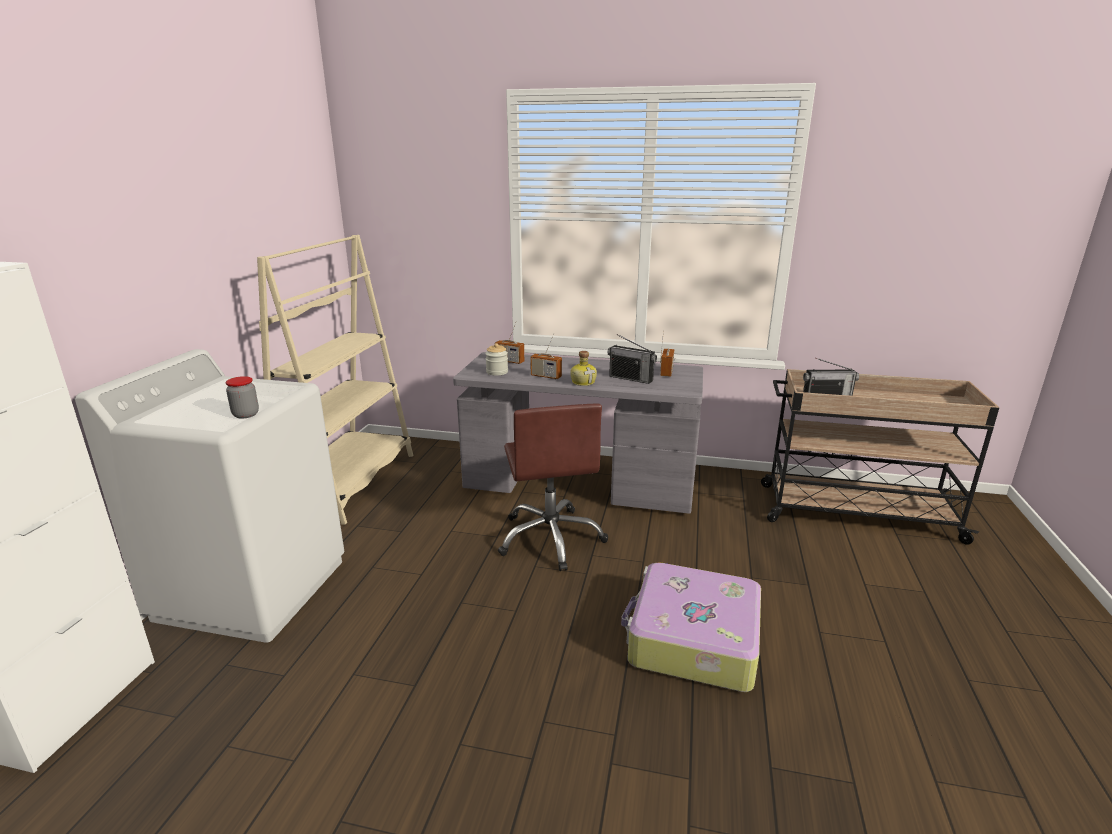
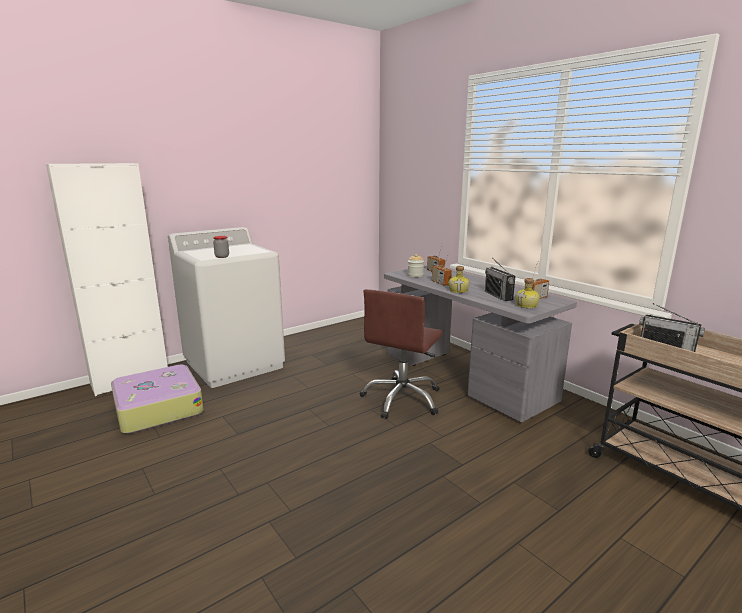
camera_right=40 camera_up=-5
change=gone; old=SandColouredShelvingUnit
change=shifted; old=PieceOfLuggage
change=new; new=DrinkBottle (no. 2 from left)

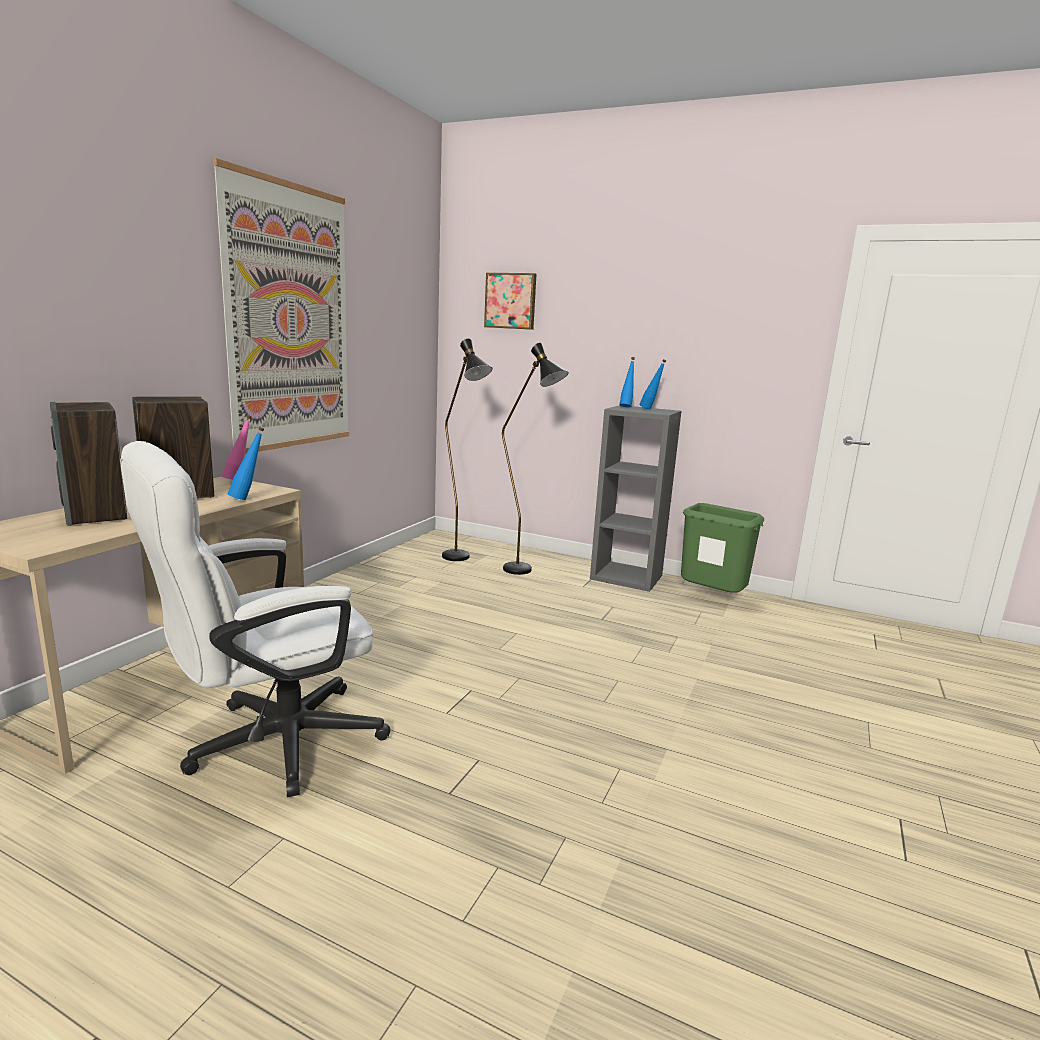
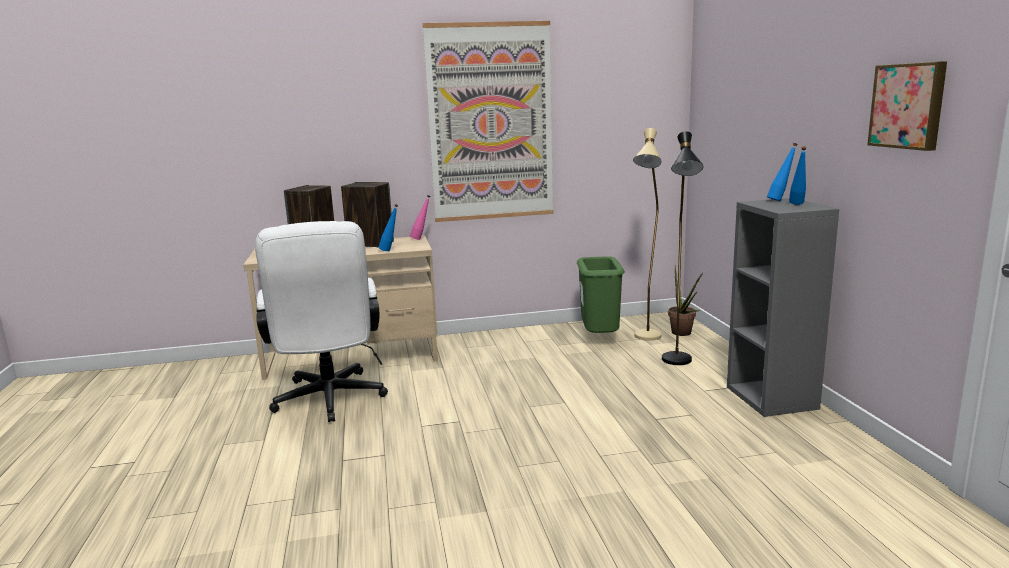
camera_right=55 camera_up=0
change=rotated; old=WhiteColouredDeskChair; degrees=-120
change=repainted; old=BlackishFloorLamp (no. 1 from left); new=SandColouredFloorLamp
change=shifted; old=WallPicture (no. 2 from left)
change=shifted; old=GreenRubbishBin
change=new; new=PottedPlant

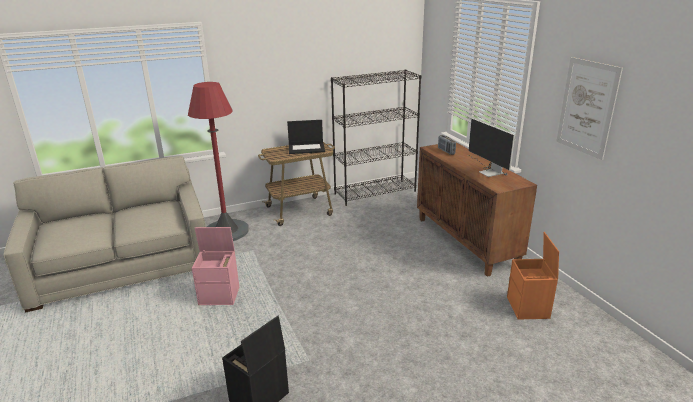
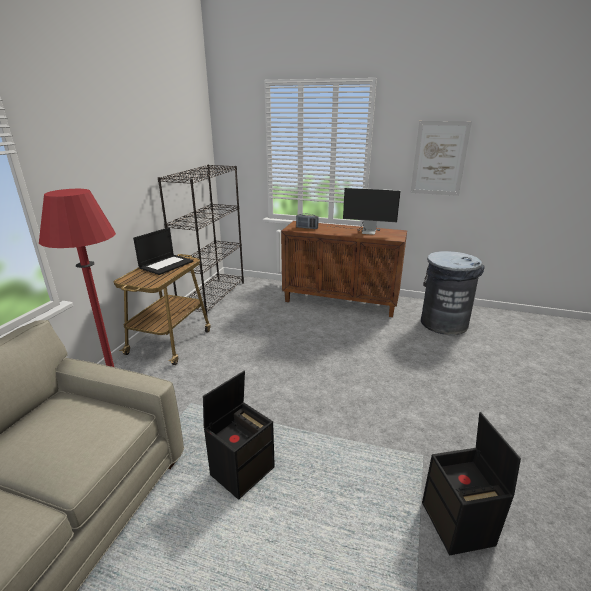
camera_right=-50 camera_up=0
change=repainted; old=PinkStorageBin; new=BlackishStorageBin (no. 1 from left)
change=swapped; old=OrangeyStorageBin; new=GreyRubbishBin

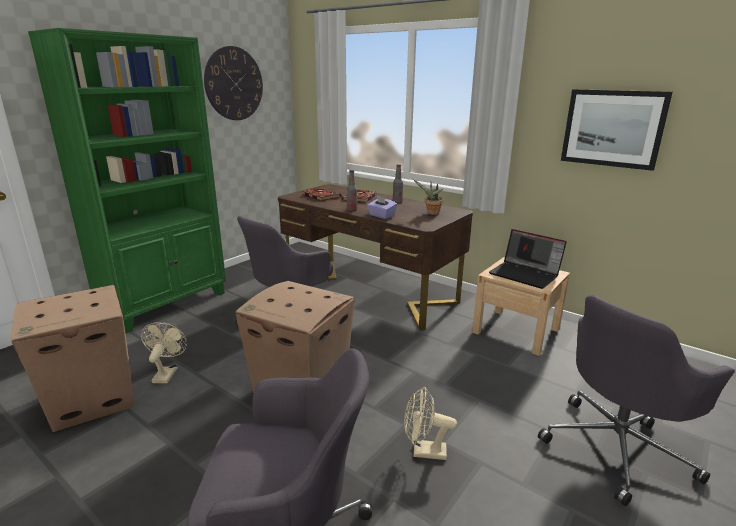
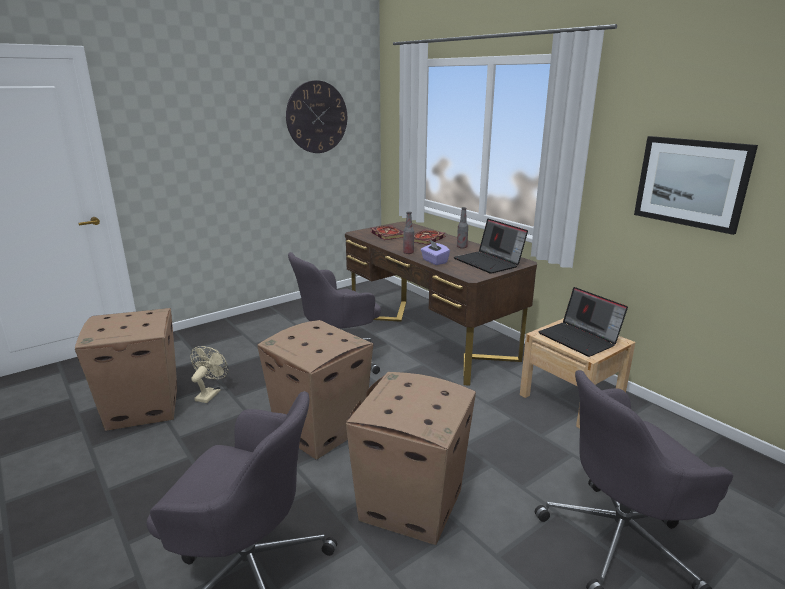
camera_right=15 camera_up=0
change=gone; old=GreenShelvingUnit
change=swapped; old=SandColouredFan (no. 2 from left); new=CardboardBox (no. 3 from left)
change=swapped; old=PottedPlant; new=NotebookComputer (no. 1 from left)

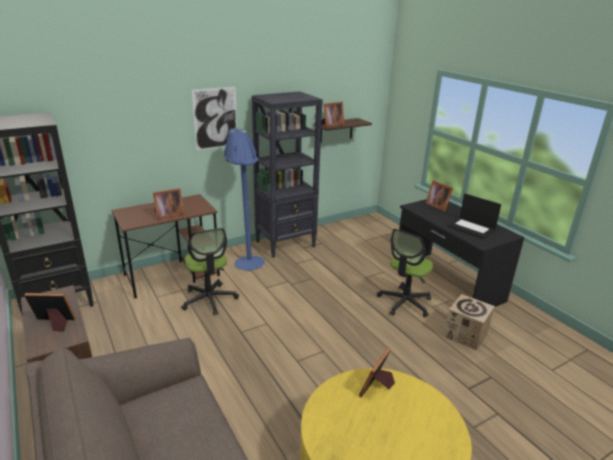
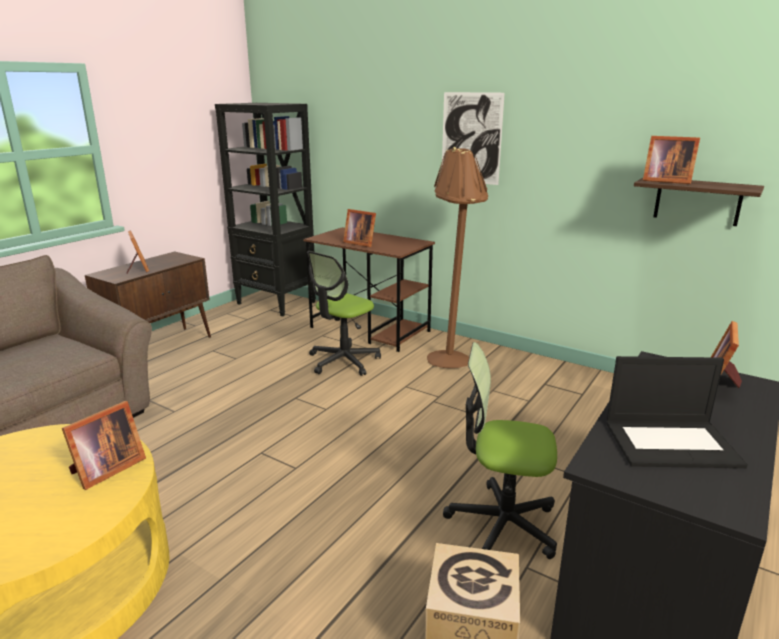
camera_right=65 camera_up=-5
change=repainted; old=BluishFloorLamp; new=BrownishFloorLamp
change=gone; old=BlackishShelvingUnit (no. 2 from left)
change=rotated; old=StandingFrame (no. 4 from left in the first image); degrees=120
change=rotated; old=NotebookComputer; degrees=-105

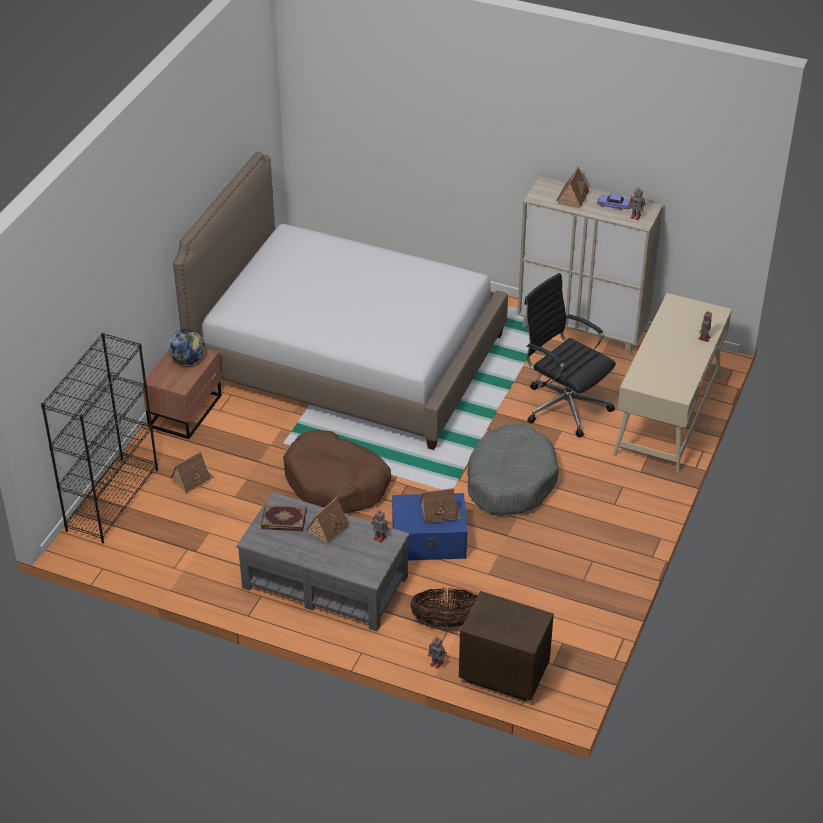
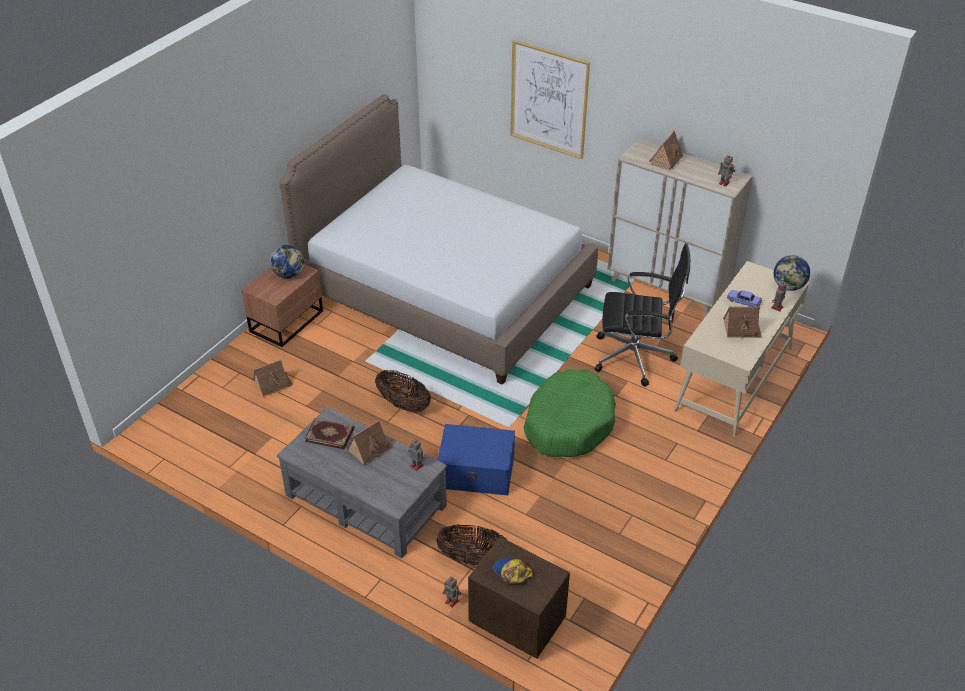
camera_right=10 camera_up=0
change=gone; old=BlackishShelvingUnit
change=swapped; old=BrownishDogCushion; new=StorageBasket (no. 1 from left)
change=shifted; old=ModelHouse (no. 3 from left in the first image); new=ModelHouse (no. 4 from left)
change=repainted; old=GreyDogCushion; new=GreenDogCushion
change=rotated; old=BlackishDeskChair; degrees=135
change=shifted; old=ToyCar
change=new; new=PeakedCap
change=new; new=WallPicture
change=new; new=DeskGlobe (no. 2 from left)

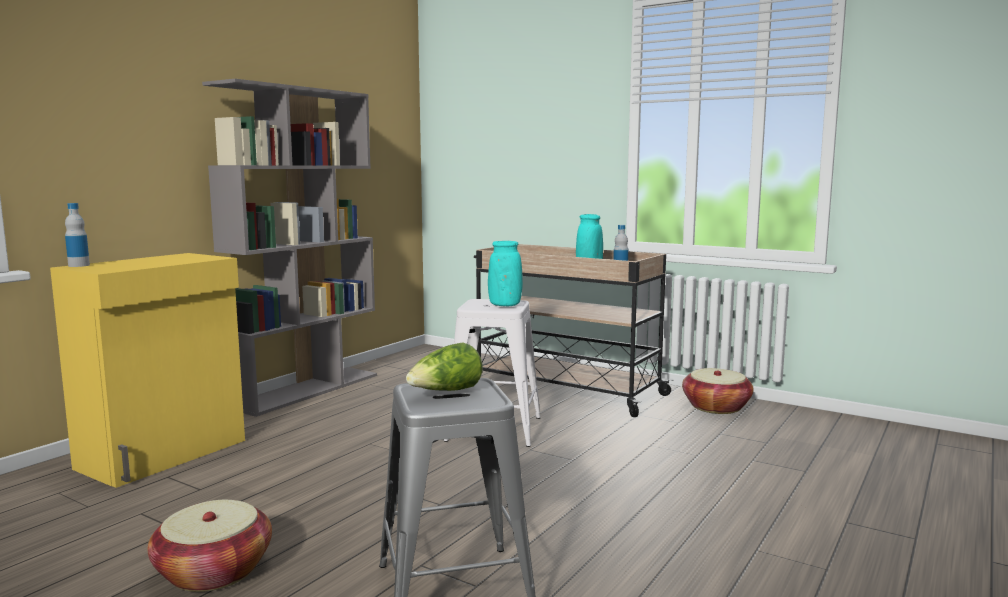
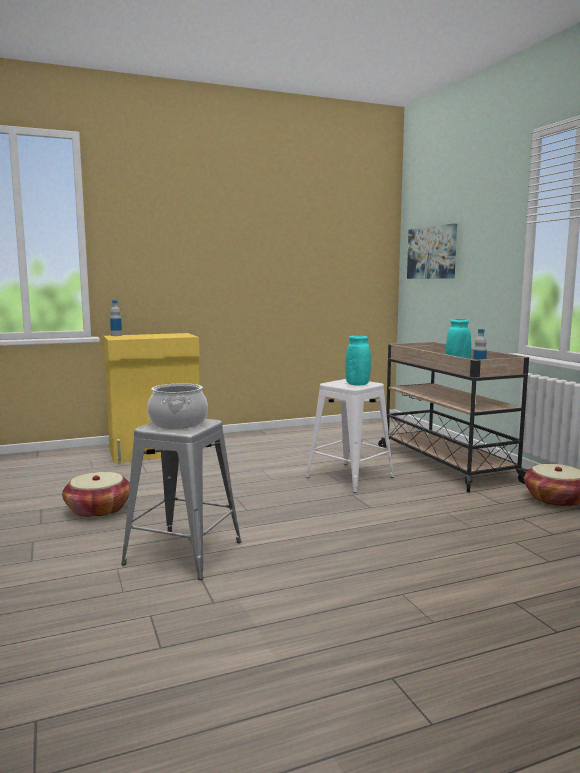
camera_right=35 camera_up=0
change=gone; old=GreyShelvingUnit
change=swapped; old=HeadOfLettuce; new=Saucepot
change=new; new=WallPicture

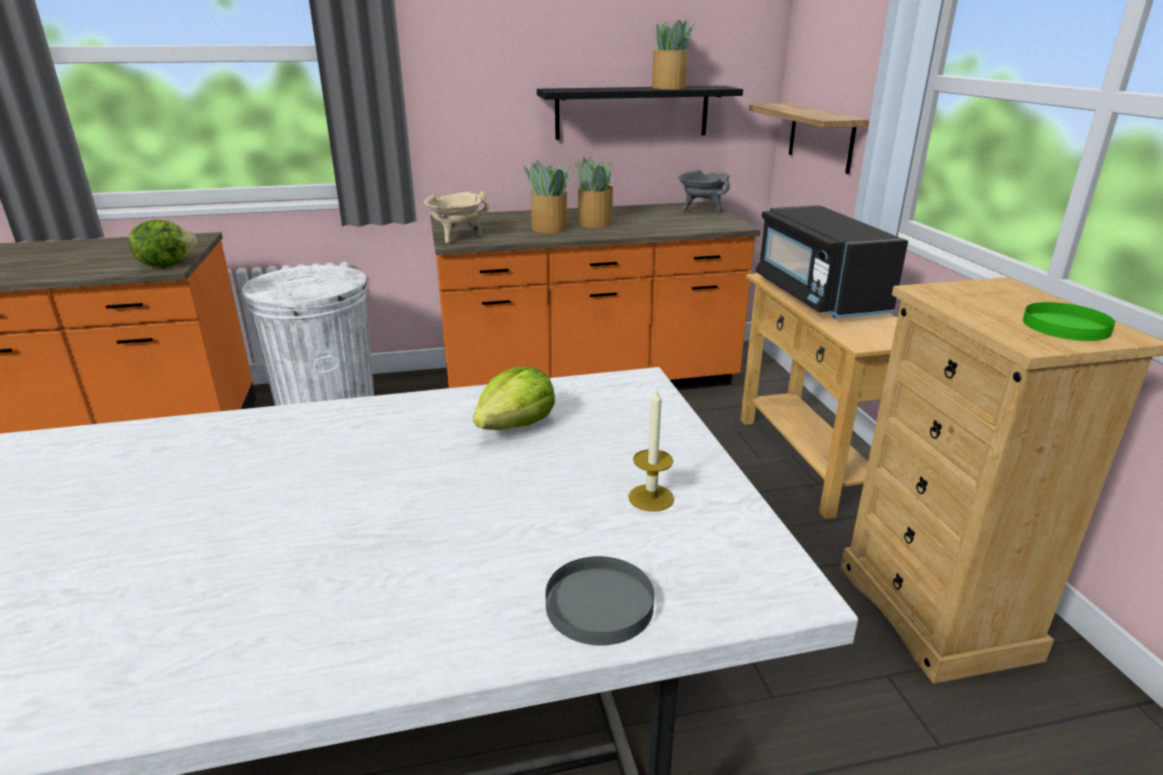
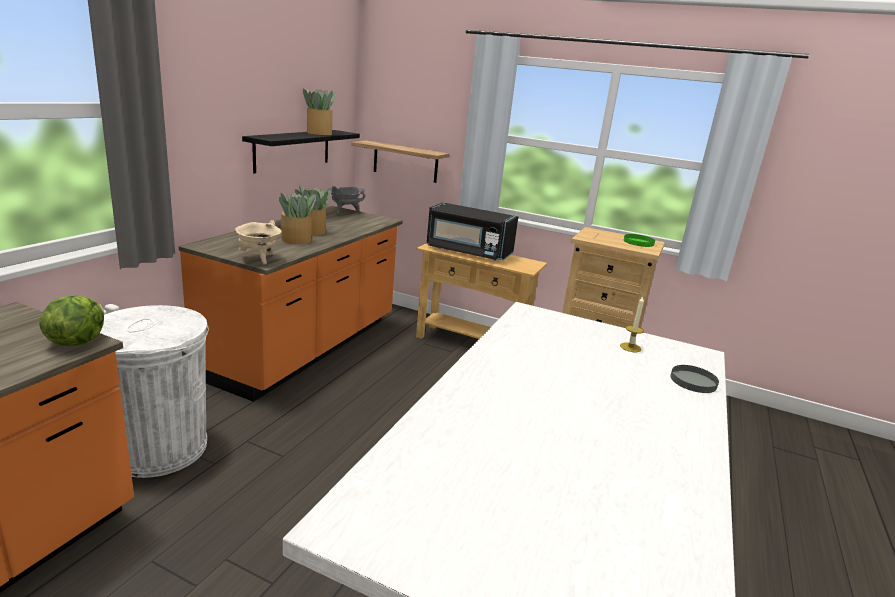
camera_right=-55 camera_up=-5
change=gone; old=HeadOfLettuce (no. 2 from left)

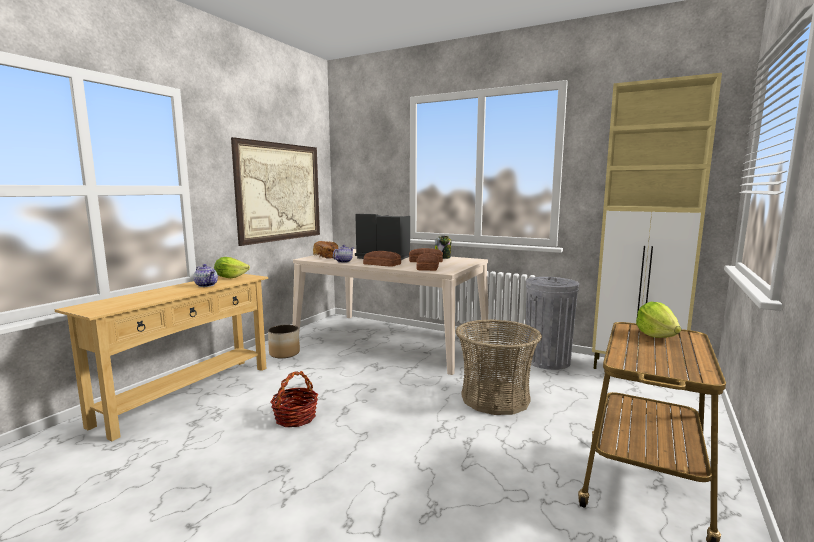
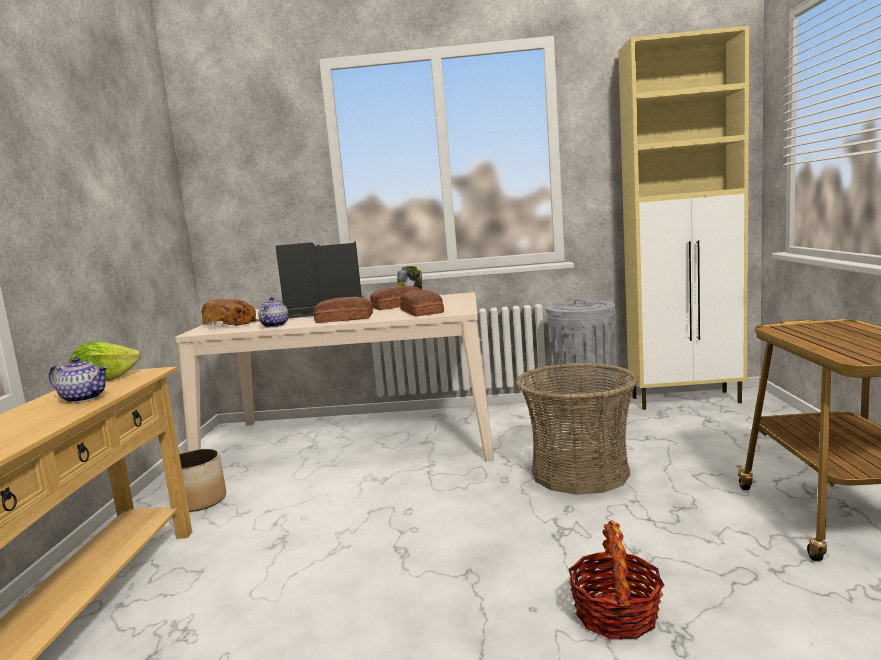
camera_right=-25 camera_up=0
change=gone; old=WallPicture
change=shifted; old=StorageBasket (no. 1 from left in the first image); new=StorageBasket (no. 2 from left)
change=gone; old=HeadOfLettuce (no. 2 from left)

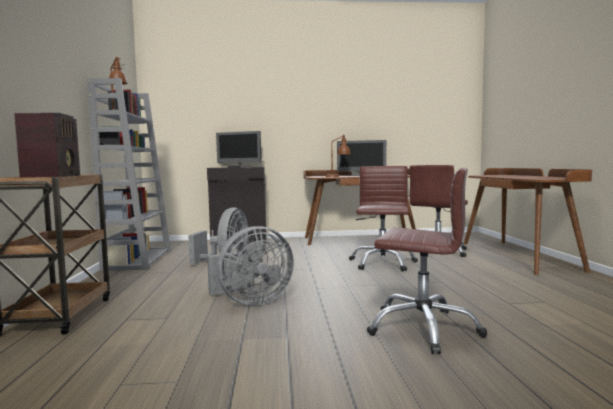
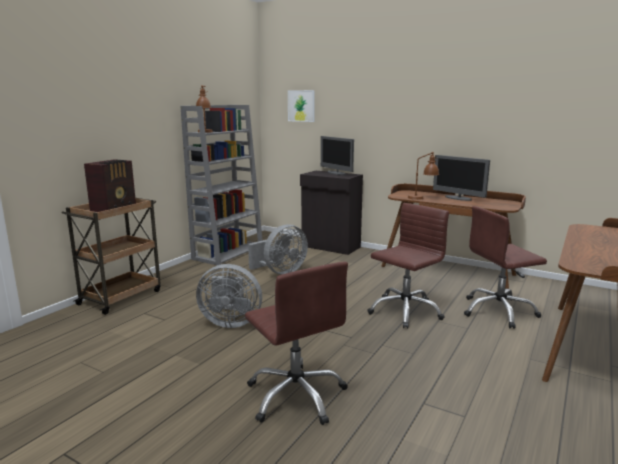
camera_right=35 camera_up=10
change=new; new=WallPicture

